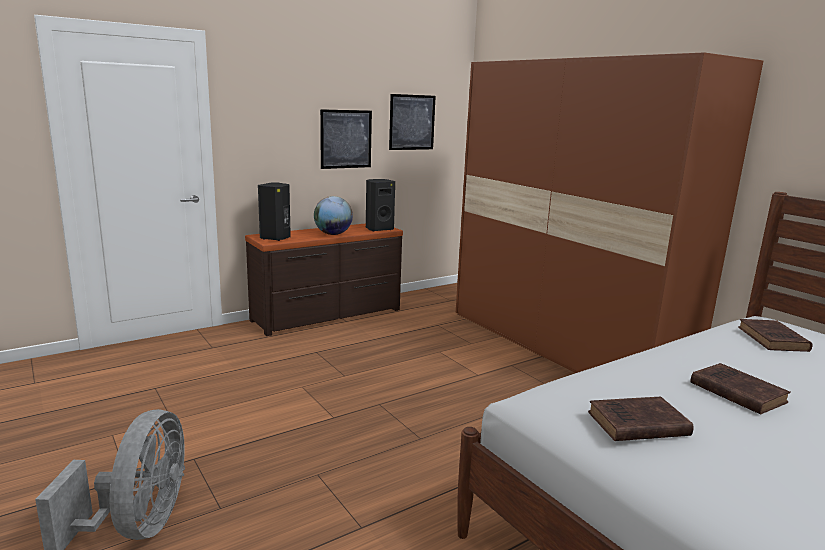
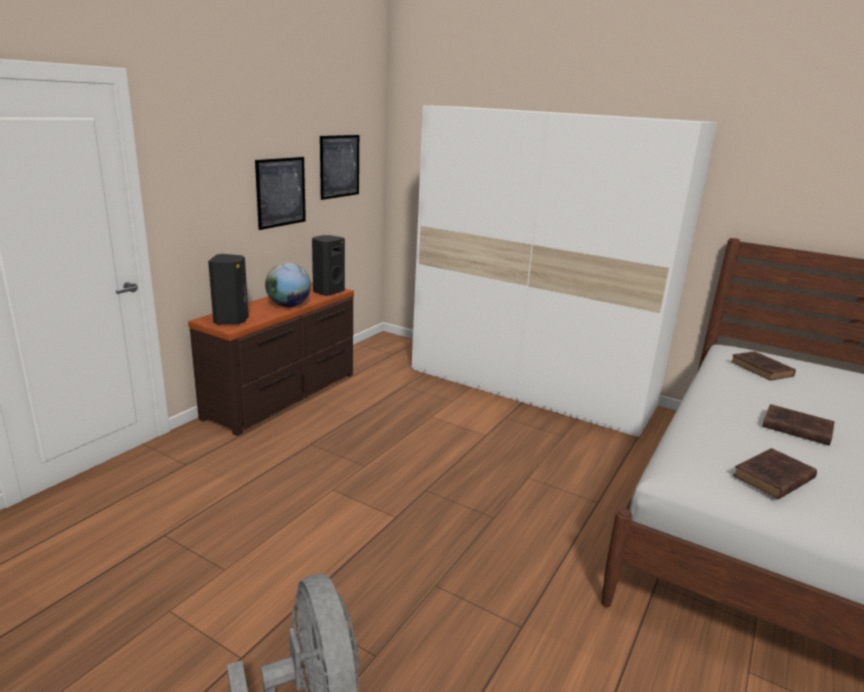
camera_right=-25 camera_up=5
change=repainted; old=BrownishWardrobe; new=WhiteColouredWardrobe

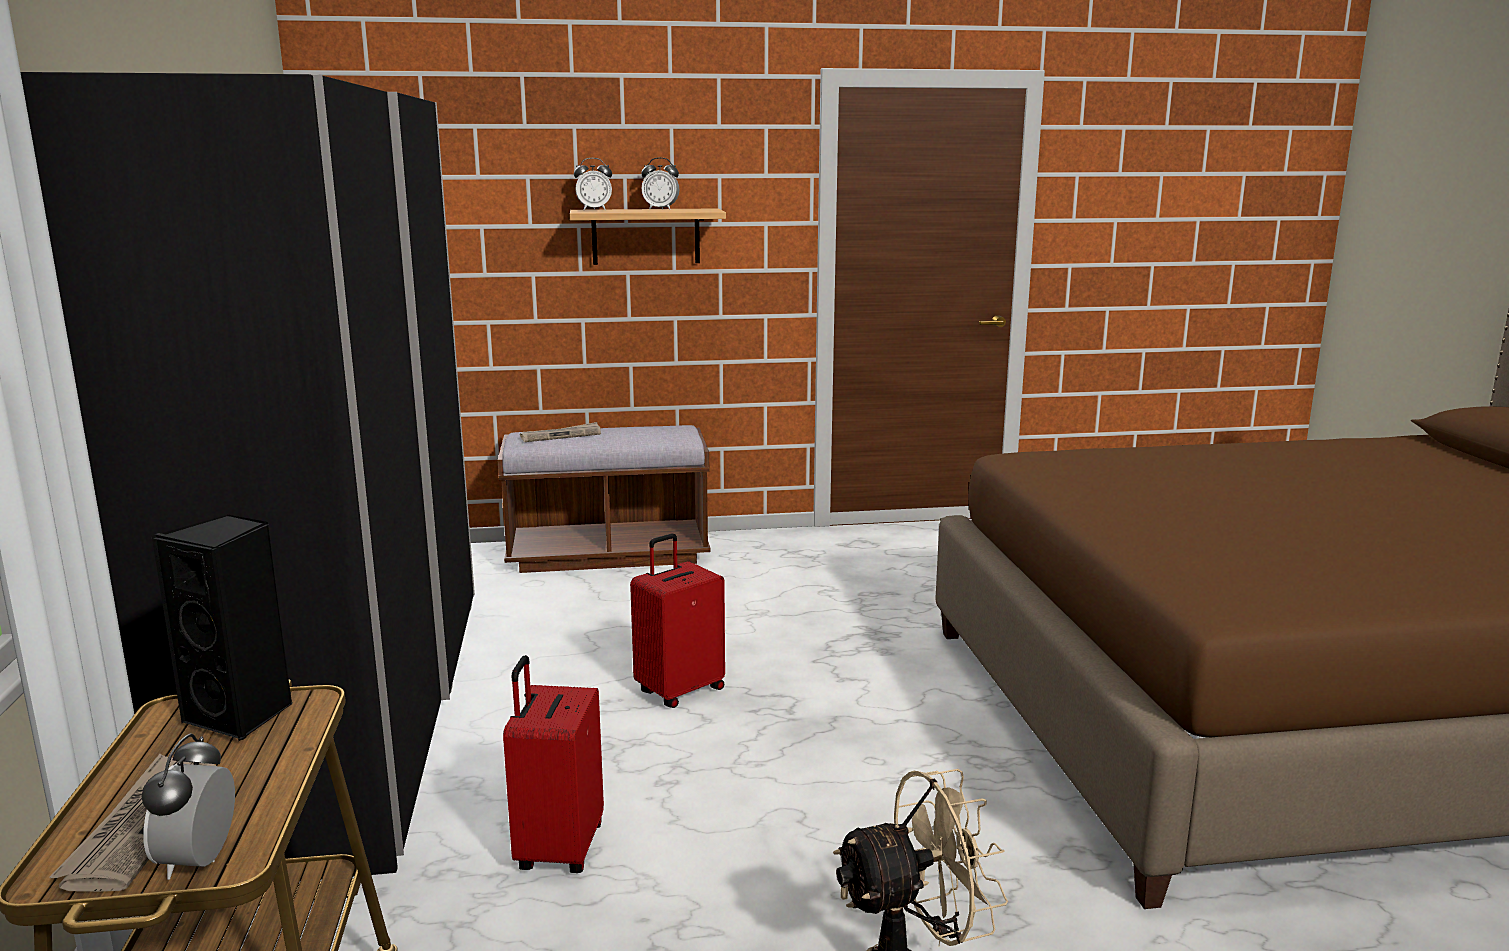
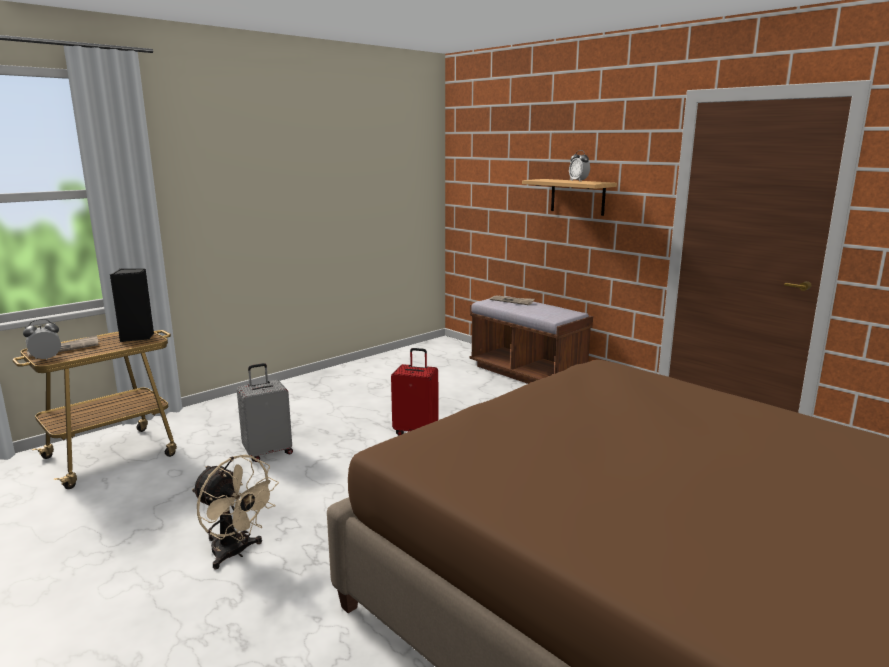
camera_right=55 camera_up=0
change=gone; old=BlackishWardrobe
change=repainted; old=RedColouredPieceOfLuggage (no. 1 from left); new=GreyPieceOfLuggage
change=gone; old=TableClock (no. 2 from left)

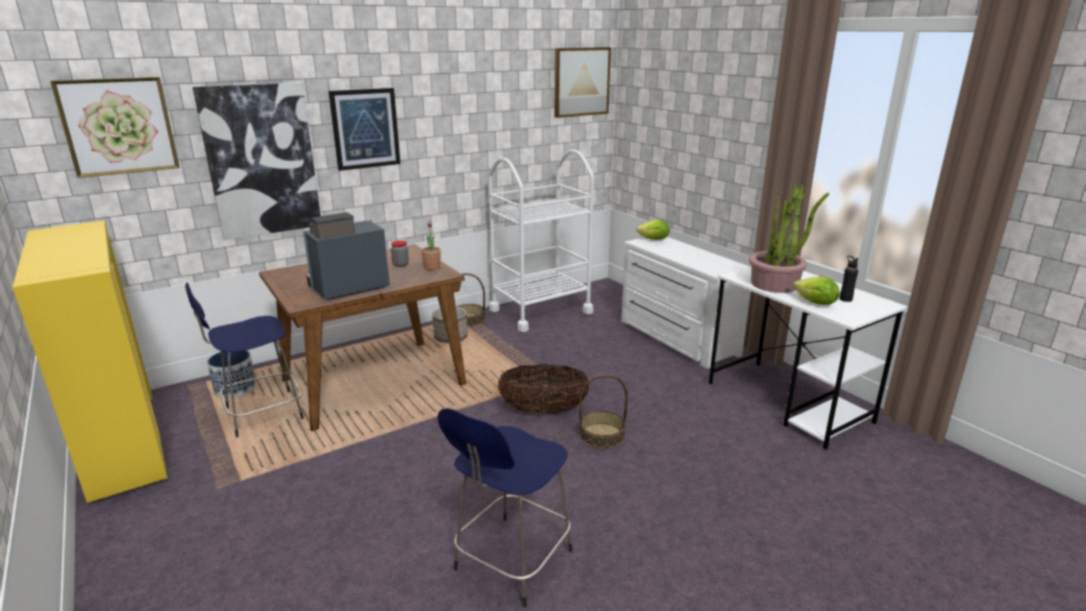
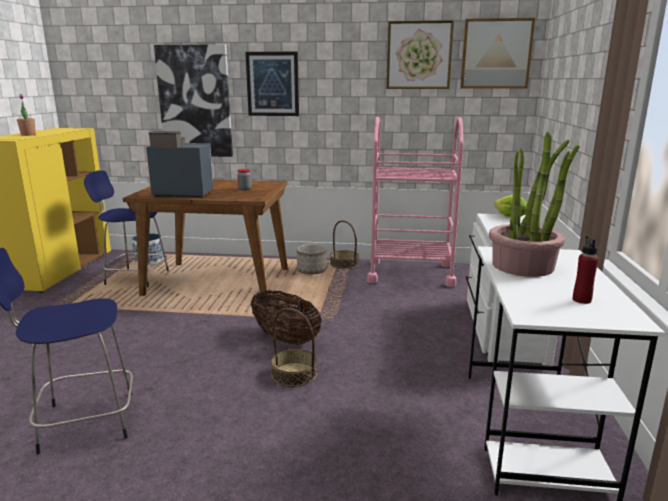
camera_right=40 camera_up=-5
change=shifted; old=WallPicture (no. 1 from left in the first image); new=WallPicture (no. 3 from left)
change=shifted; old=PottedPlant (no. 1 from left)
change=repainted; old=WhiteColouredWheeledCart; new=PinkWheeledCart
change=gone; old=HeadOfLettuce (no. 2 from left)
change=repainted; old=BlackishDrinkBottle; new=RedColouredDrinkBottle

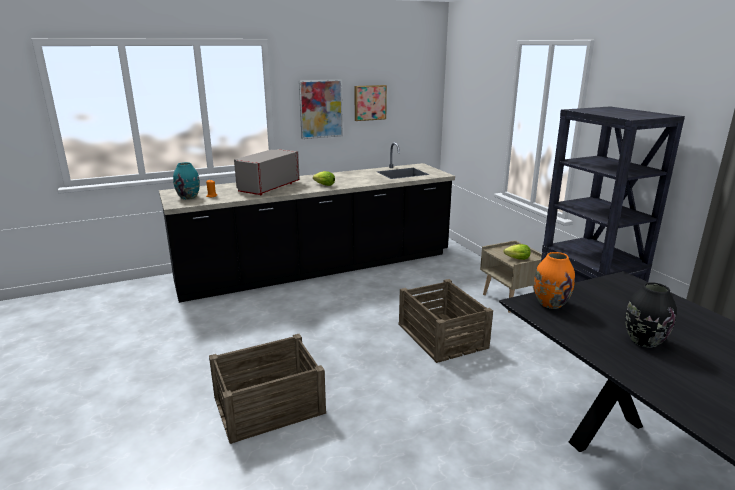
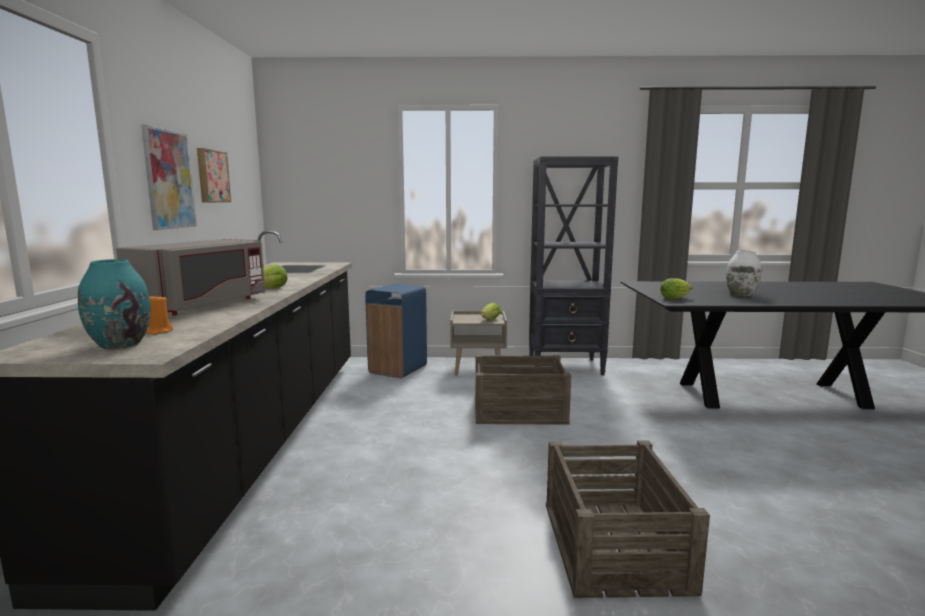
camera_right=-65 camera_up=-10
change=rotated; old=GreyMicrowaveOven; degrees=-120
change=swapped; old=OrangeyVase; new=HeadOfLettuce (no. 3 from left)
change=repainted; old=BlackishVase; new=WhiteColouredVase
change=new; new=BluishRubbishBin

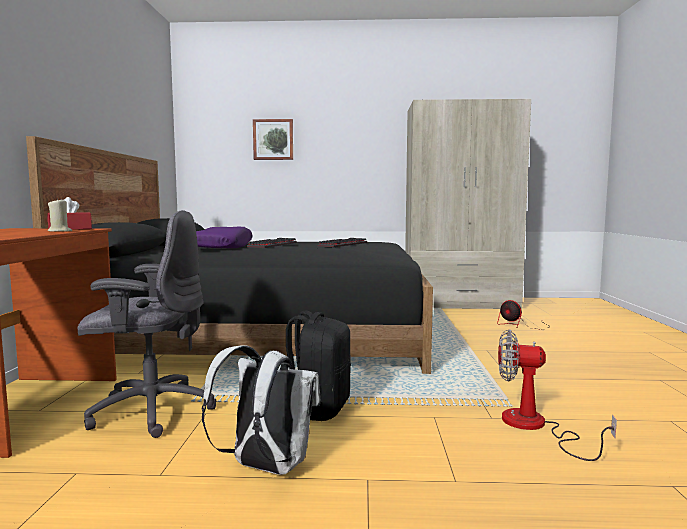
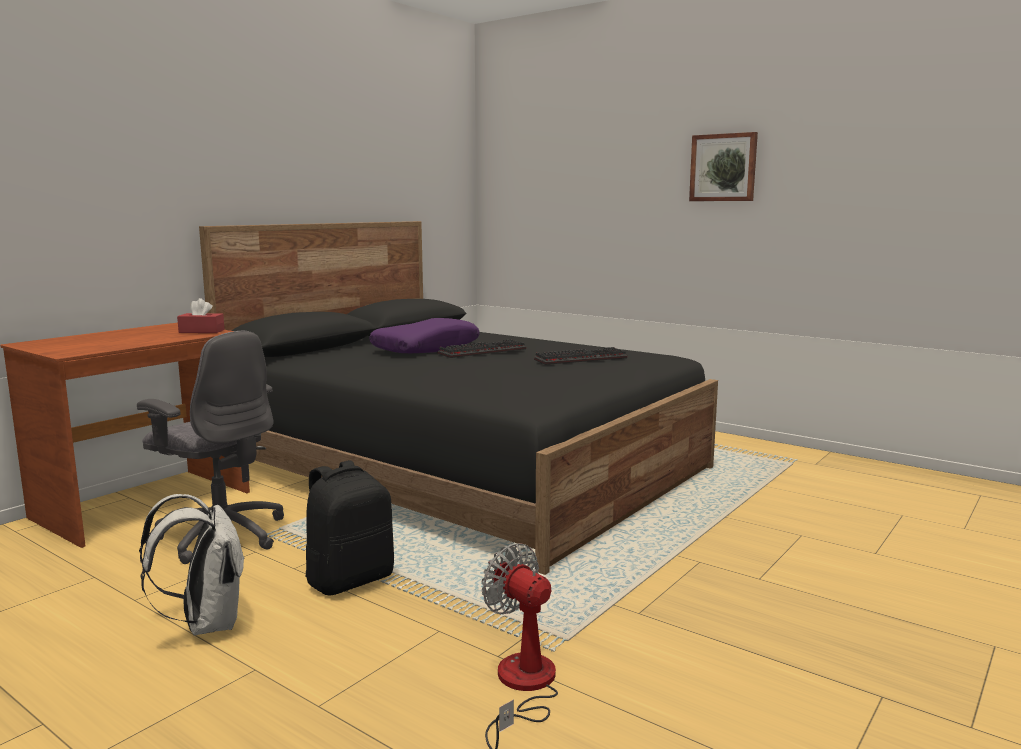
camera_right=35 camera_up=5
change=gone; old=SandColouredCandle
change=shifted; old=WallPicture
change=gone; old=SandColouredWardrobe
change=gone; old=Fan (no. 1 from left)

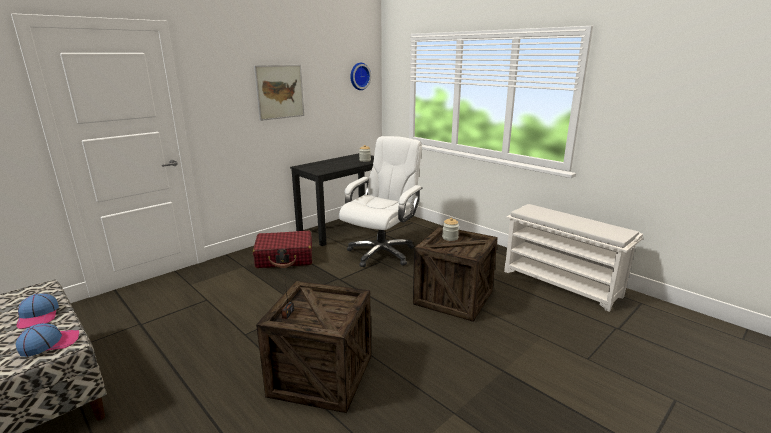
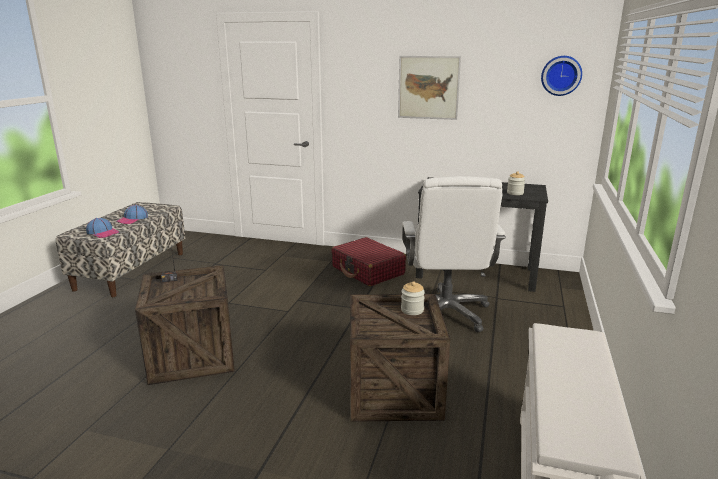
camera_right=60 camera_up=0
change=rotated; old=WhiteColouredDeskChair; degrees=90

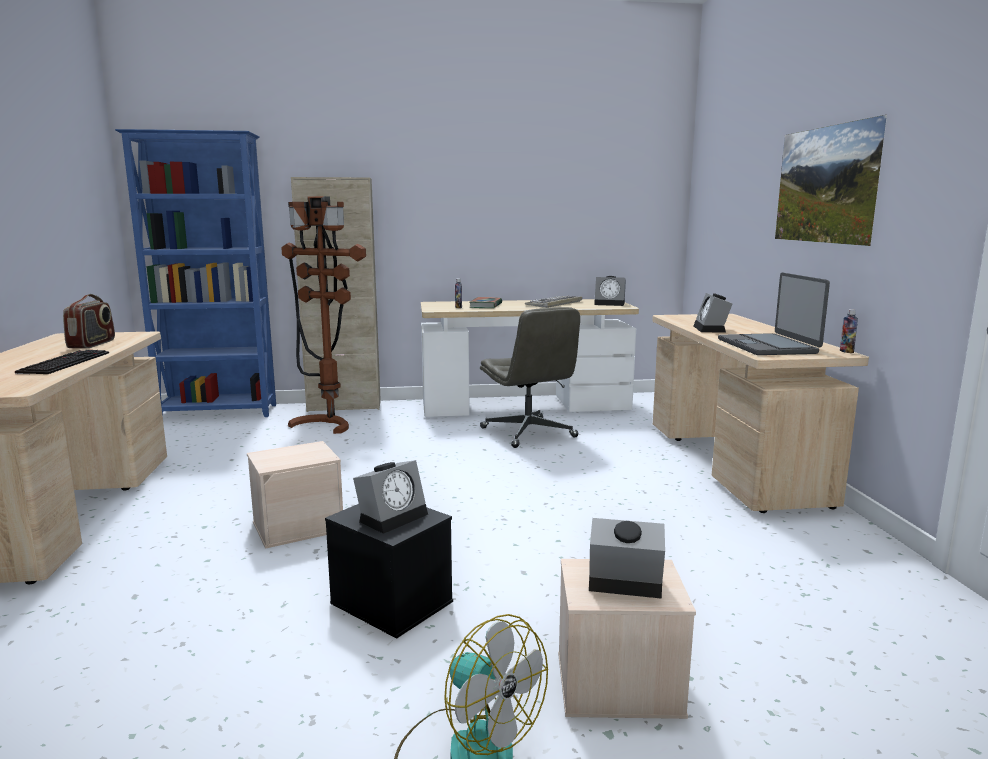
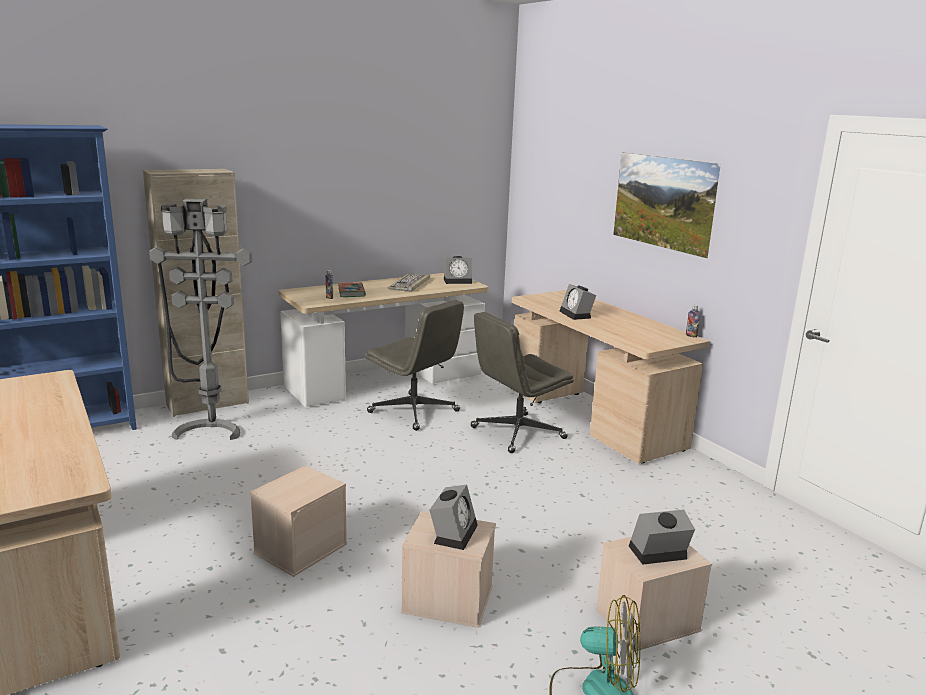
camera_right=-25 camera_up=5
change=gone; old=ComputerKeyboard (no. 1 from left)
change=gone; old=Radio
change=repainted; old=BrownishFloorLamp; new=GreyFloorLamp
change=repainted; old=BlackishStorageBin; new=SandColouredStorageBin (no. 2 from left)
change=gone; old=NotebookComputer
change=new; new=GreyDeskChair (no. 2 from left)

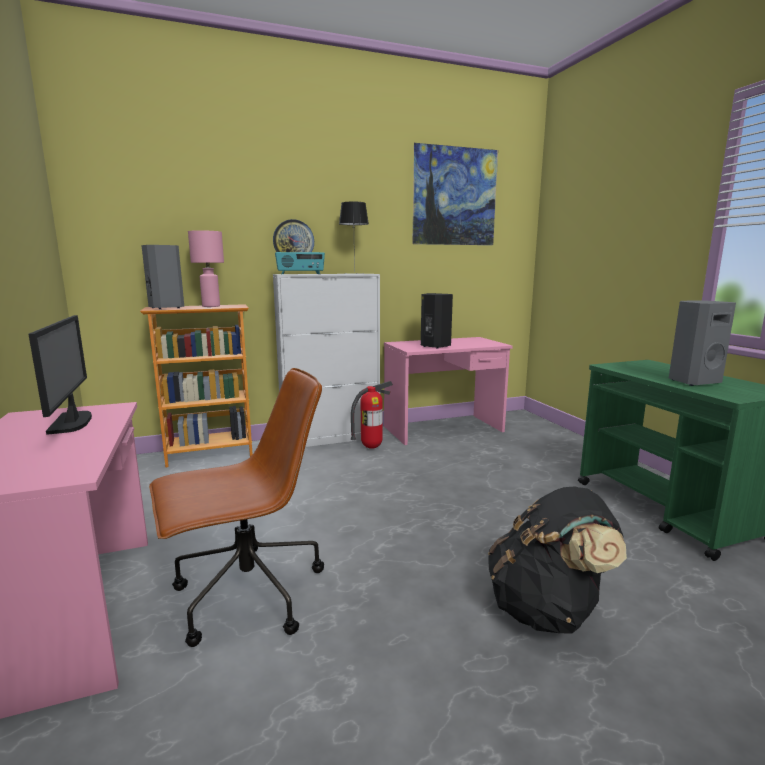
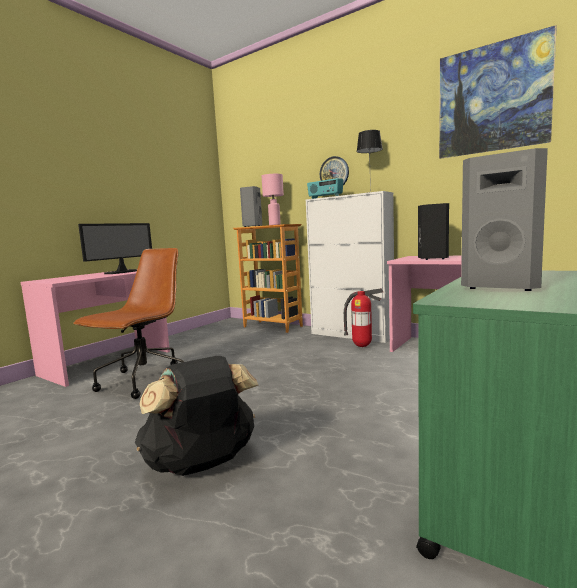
camera_right=55 camera_up=-5
change=rotated; old=BrownishDeskChair; degrees=-90

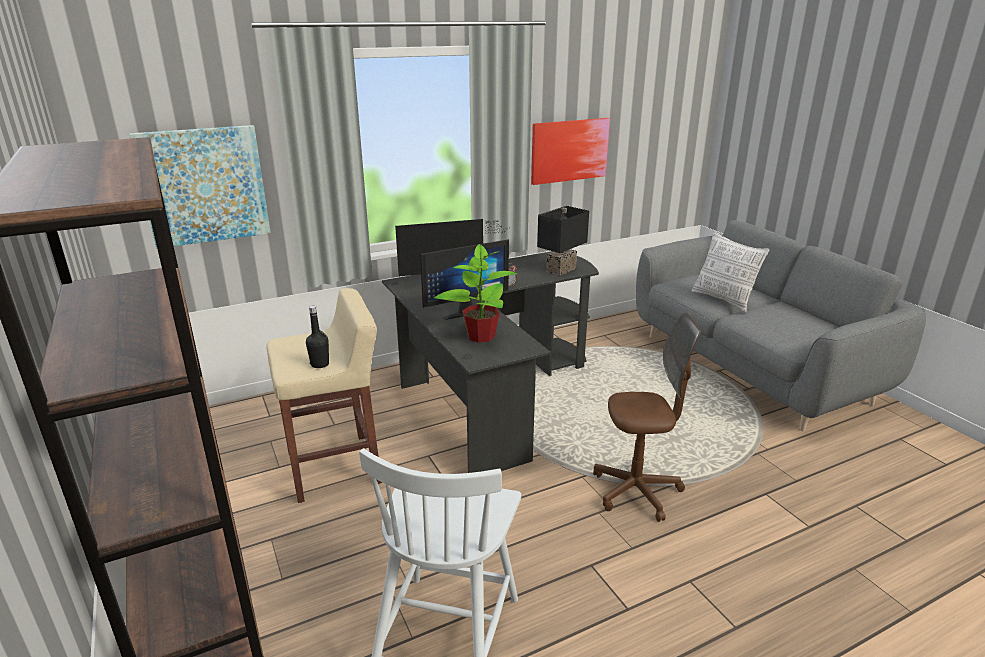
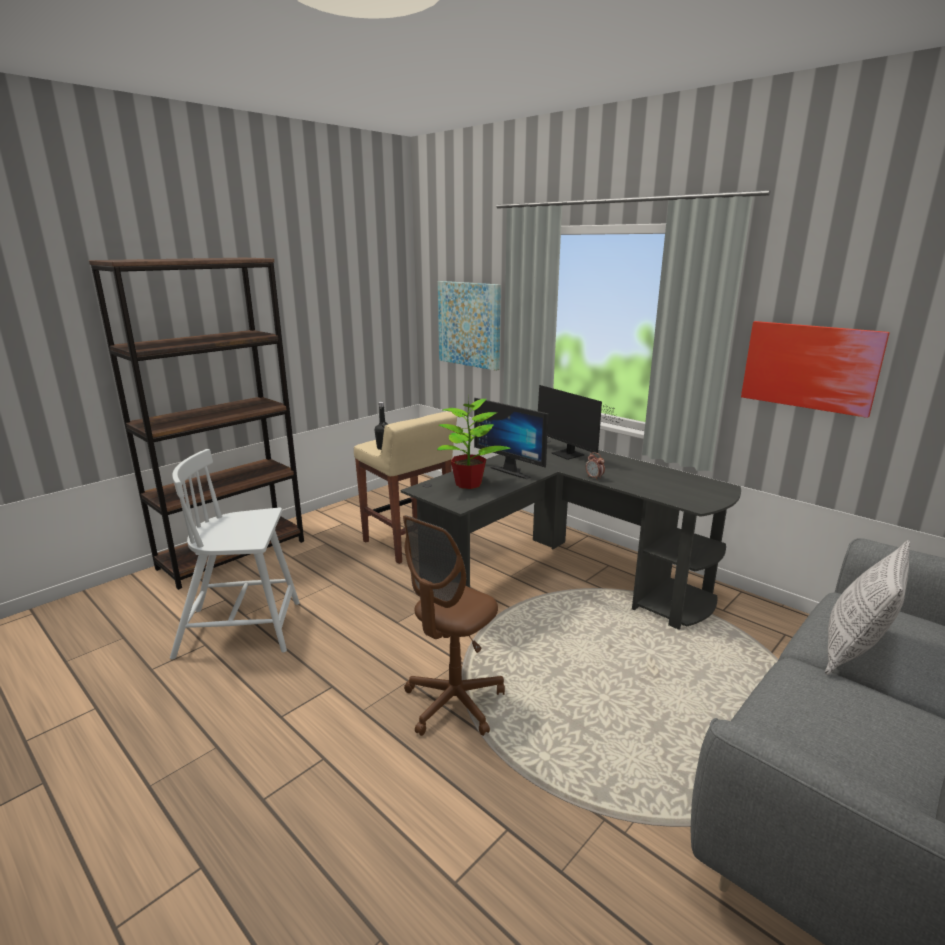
camera_right=70 camera_up=-5
change=gone; old=BlackishTabletopLamp
change=rotated; old=BrownishDeskChair; degrees=60

